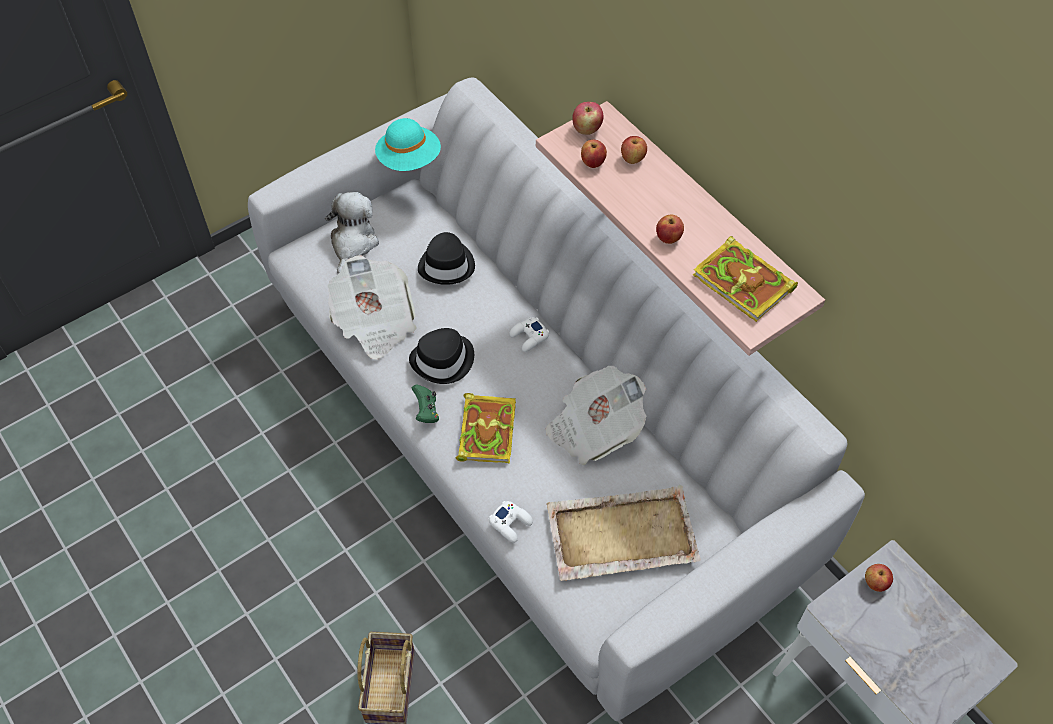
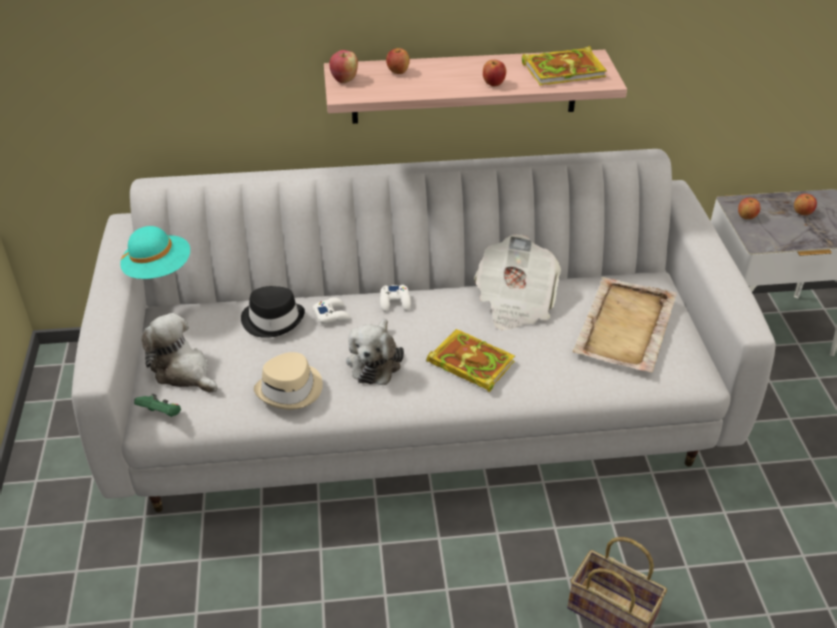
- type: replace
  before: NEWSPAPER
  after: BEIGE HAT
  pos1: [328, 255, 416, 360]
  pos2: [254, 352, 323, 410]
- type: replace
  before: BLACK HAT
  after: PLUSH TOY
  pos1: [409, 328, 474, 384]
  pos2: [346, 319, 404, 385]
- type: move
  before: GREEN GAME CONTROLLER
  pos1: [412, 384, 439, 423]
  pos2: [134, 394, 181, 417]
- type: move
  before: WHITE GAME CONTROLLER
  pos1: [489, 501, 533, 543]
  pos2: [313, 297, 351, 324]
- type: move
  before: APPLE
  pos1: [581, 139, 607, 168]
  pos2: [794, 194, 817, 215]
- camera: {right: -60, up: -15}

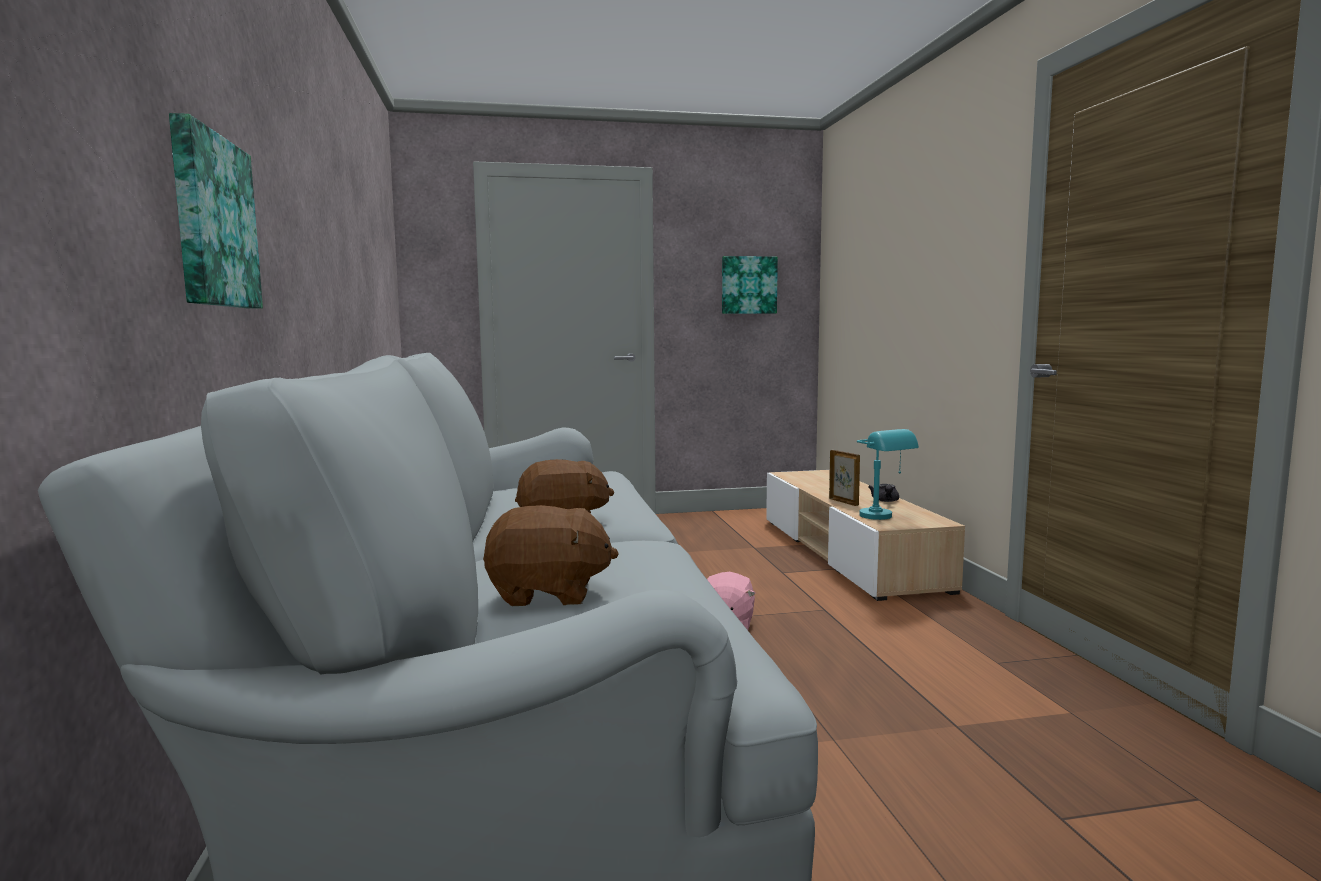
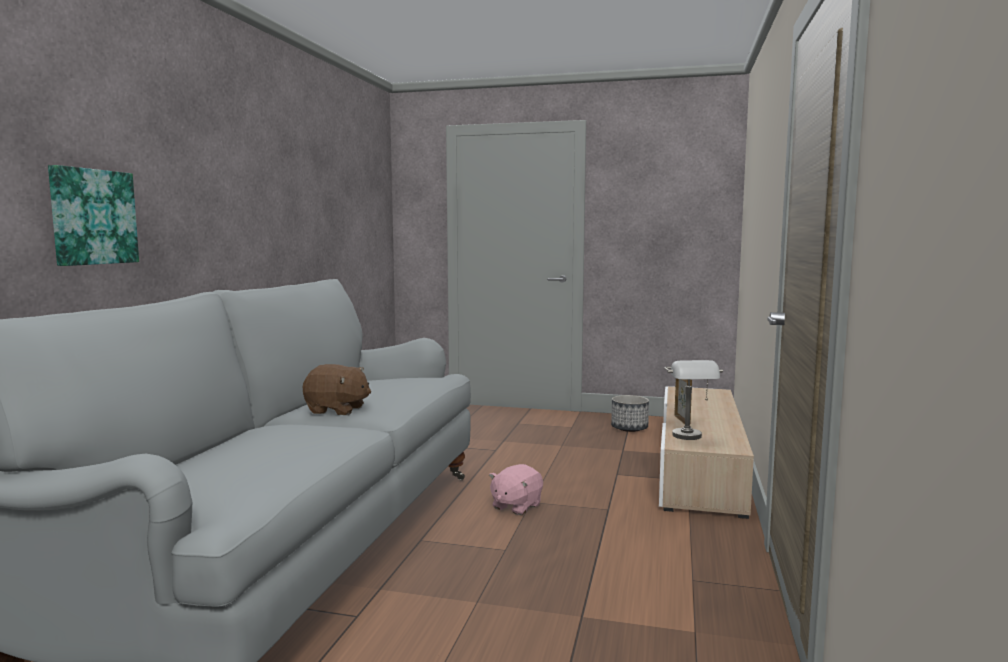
- type: delete
  before: BROWN PLUSH TOY
  pos1: [483, 505, 619, 606]
- type: delete
  before: PICTURE
  pos1: [722, 256, 778, 314]
- type: recolor
  before: TURQUOISE TABLE LAMP
  after: GREY TABLE LAMP
  pos1: [857, 429, 919, 520]
  pos2: [664, 360, 723, 440]
- type: delete
  before: GREY TEAPOT
  pos1: [868, 484, 899, 502]
- type: insert
  after: PLANTER
  pos2: [611, 395, 649, 432]
- camera: {right: 25, up: 0}

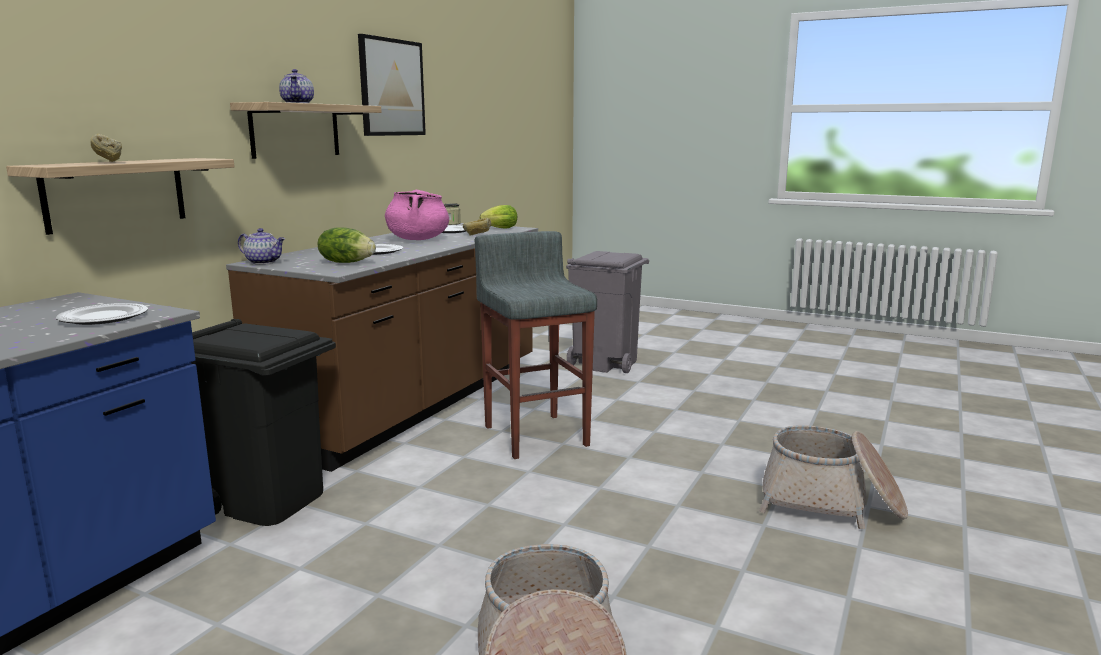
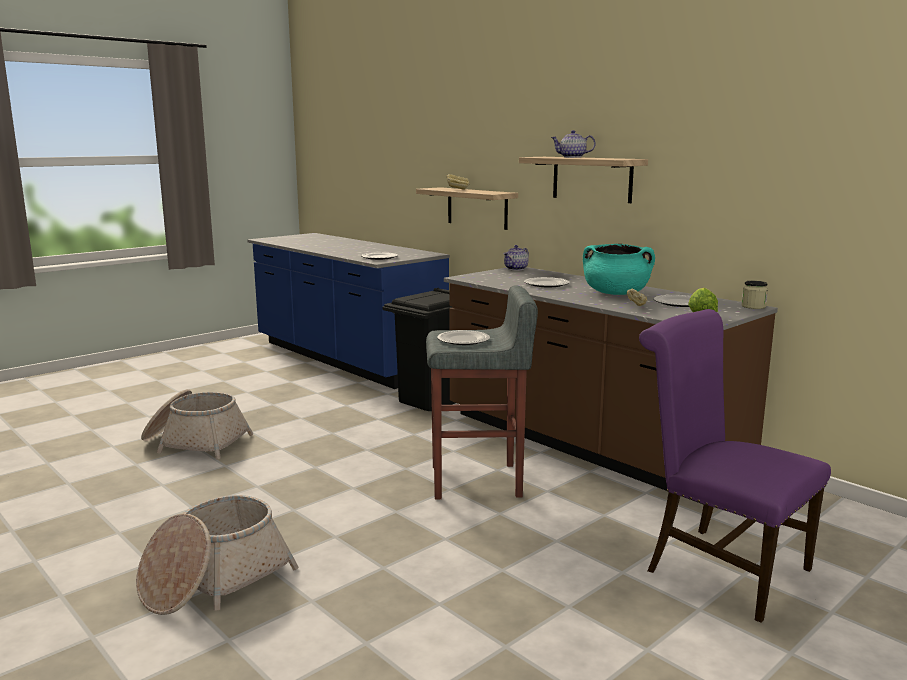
- type: delete
  before: LETTUCE
  pos1: [318, 227, 376, 263]
- type: delete
  before: PICTURE
  pos1: [358, 34, 426, 136]
- type: recolor
  before: PINK COOKING POT
  after: TURQUOISE COOKING POT
  pos1: [385, 190, 449, 240]
  pos2: [583, 244, 655, 295]
- type: replace
  before: GREY TRASH CAN
  after: PURPLE CHAIR
  pos1: [566, 251, 649, 373]
  pos2: [639, 309, 831, 623]
- type: insert
  after: PLATE
  pos2: [437, 330, 490, 345]
- camera: {right: 110, up: 0}

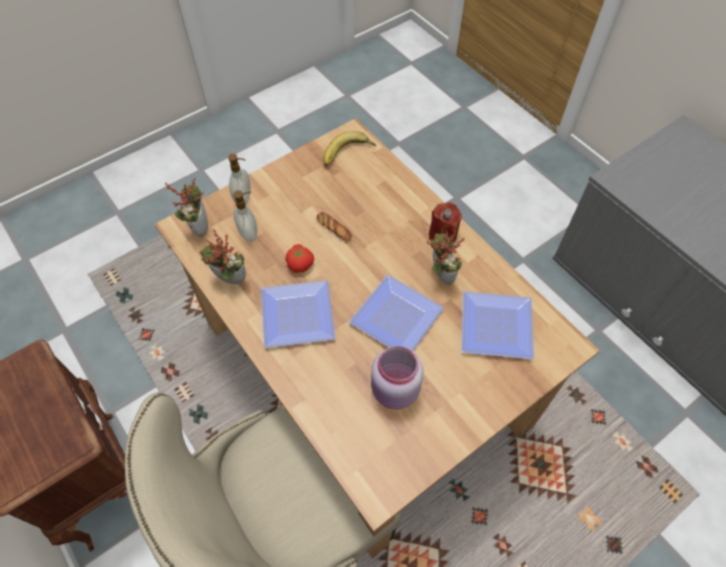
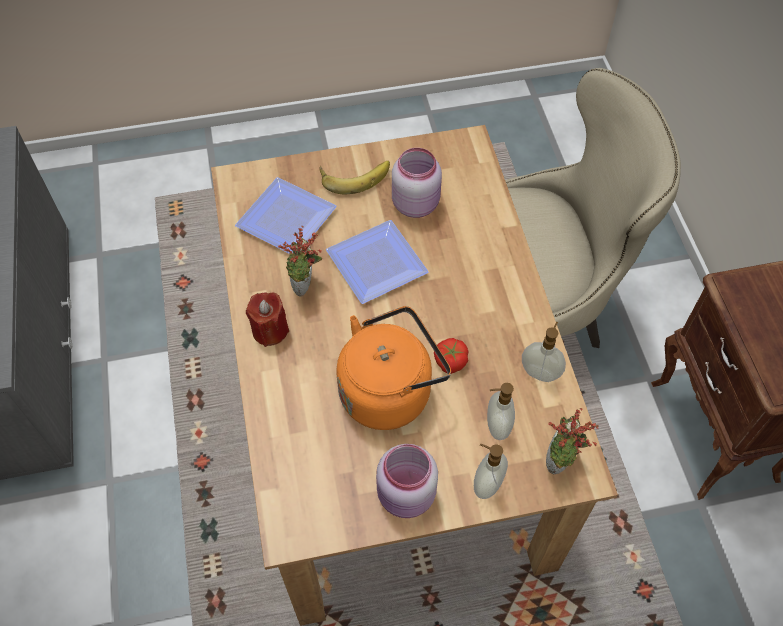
- type: replace
  before: POTTED PLANT
  after: SOAP DISPENSER
  pos1: [199, 229, 246, 284]
  pos2: [522, 322, 566, 382]
- type: delete
  before: PLATE
  pos1: [261, 280, 335, 348]
- type: replace
  before: BREAD
  after: ORANGE KETTLE
  pos1: [317, 212, 352, 241]
  pos2: [336, 306, 451, 430]
- type: move
  before: BANANA
  pos1: [323, 131, 376, 166]
  pos2: [319, 161, 390, 194]
- type: insert
  after: PINK JAR
  pos2: [376, 444, 438, 518]
- camera: {right: -155, up: 0}

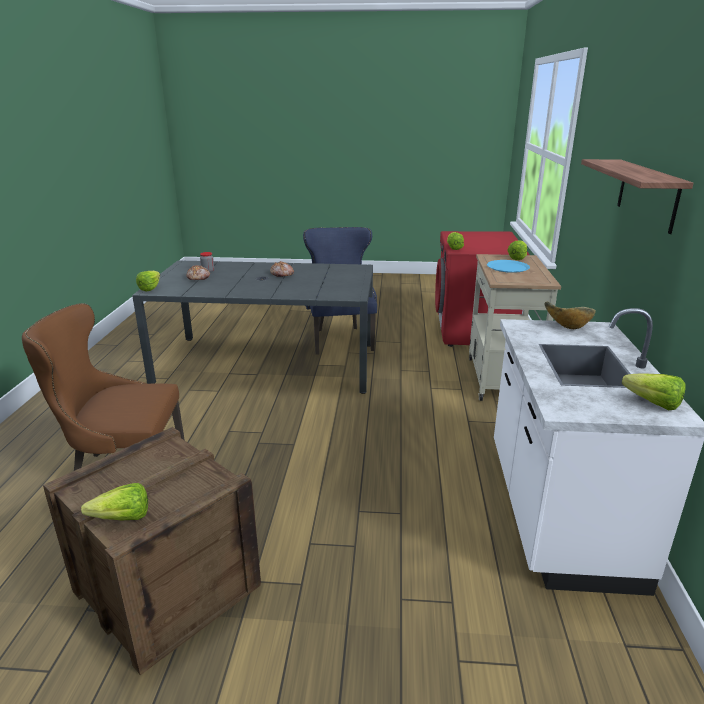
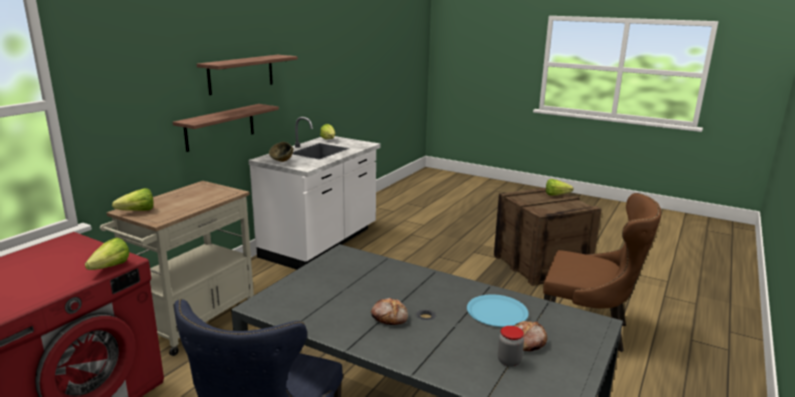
- type: delete
  before: LETTUCE
  pos1: [136, 271, 160, 292]
- type: move
  before: BLUE PLATE
  pos1: [487, 260, 530, 273]
  pos2: [467, 294, 529, 327]
- type: insert
  after: SHELF
  pos2: [173, 104, 279, 152]
- camera: {right: -155, up: -5}

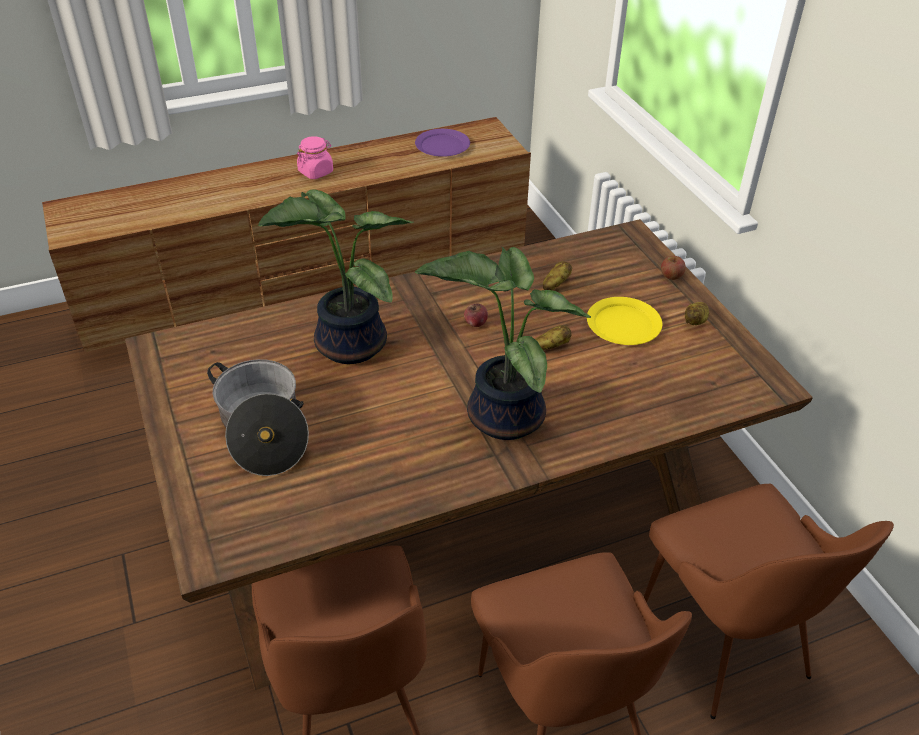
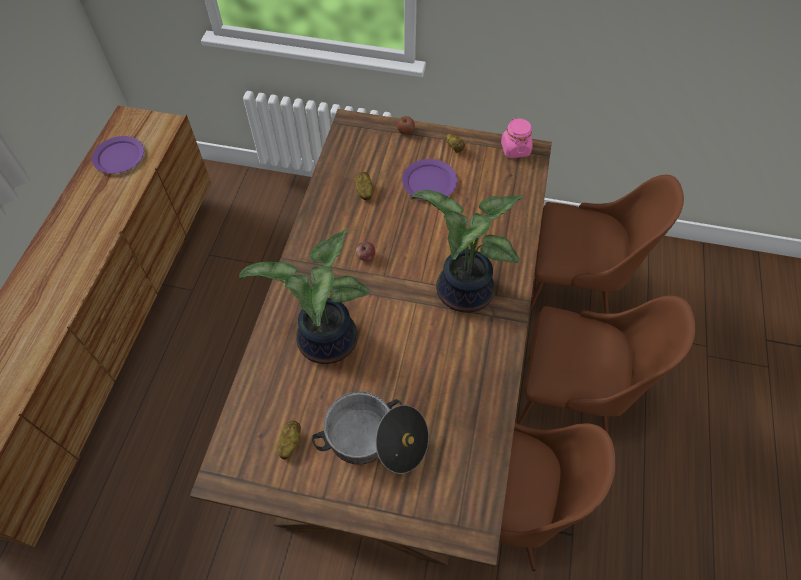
- type: move
  before: PINK JAR
  pos1: [297, 136, 333, 179]
  pos2: [501, 118, 533, 158]
- type: move
  before: POTATO
  pos1: [535, 325, 571, 350]
  pos2: [278, 421, 301, 460]
- type: recolor
  before: YELLOW PLATE
  after: PURPLE PLATE
  pos1: [587, 297, 662, 345]
  pos2: [402, 159, 458, 201]
- camera: {right: -55, up: 15}

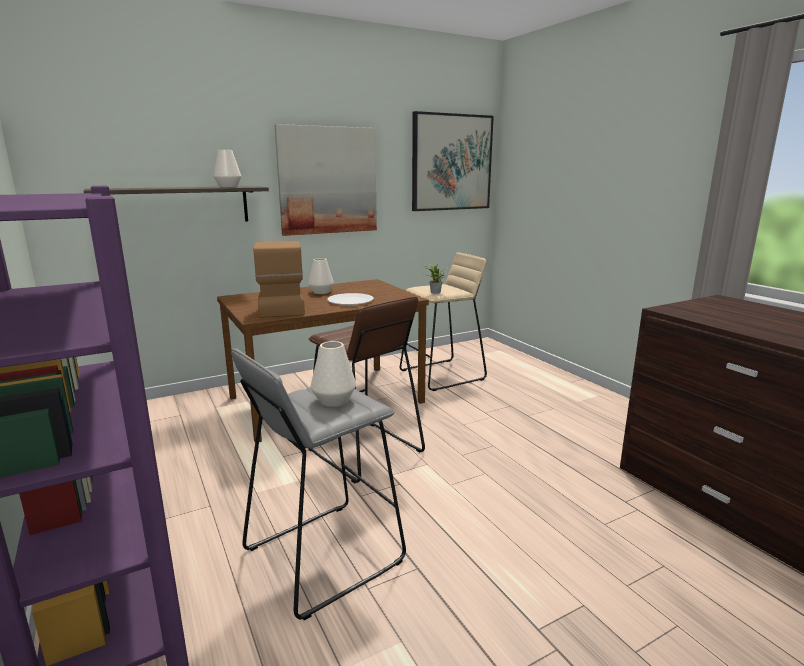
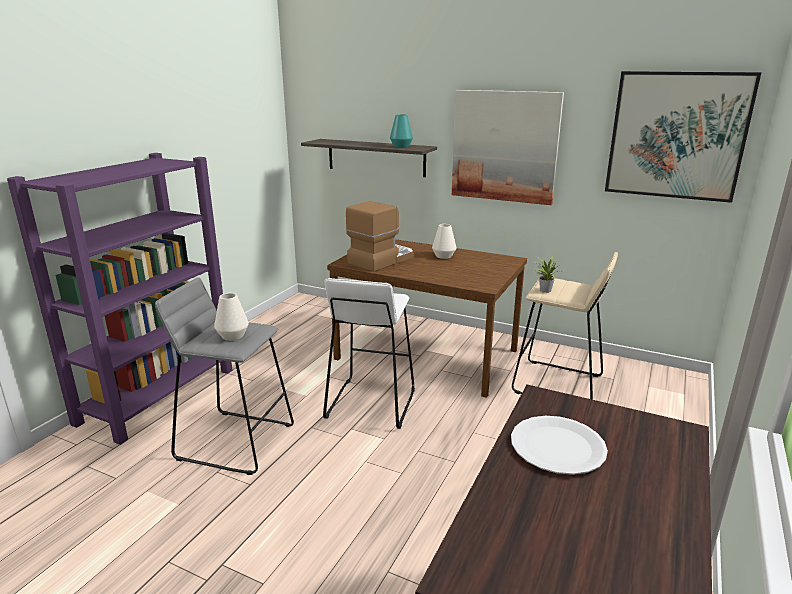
- type: recolor
  before: WHITE VASE
  after: TURQUOISE VASE
  pos1: [214, 150, 241, 187]
  pos2: [390, 114, 413, 148]
- type: recolor
  before: BROWN STOOL
  after: WHITE STOOL
  pos1: [308, 296, 425, 484]
  pos2: [323, 278, 415, 429]
- type: move
  before: WHITE PLATE
  pos1: [327, 293, 374, 305]
  pos2: [511, 416, 608, 475]
- camera: {right: 55, up: 5}

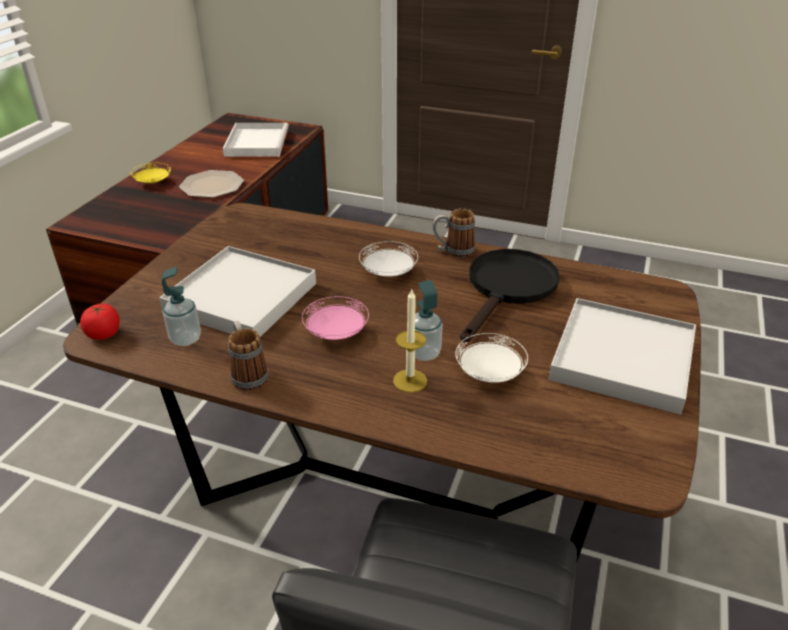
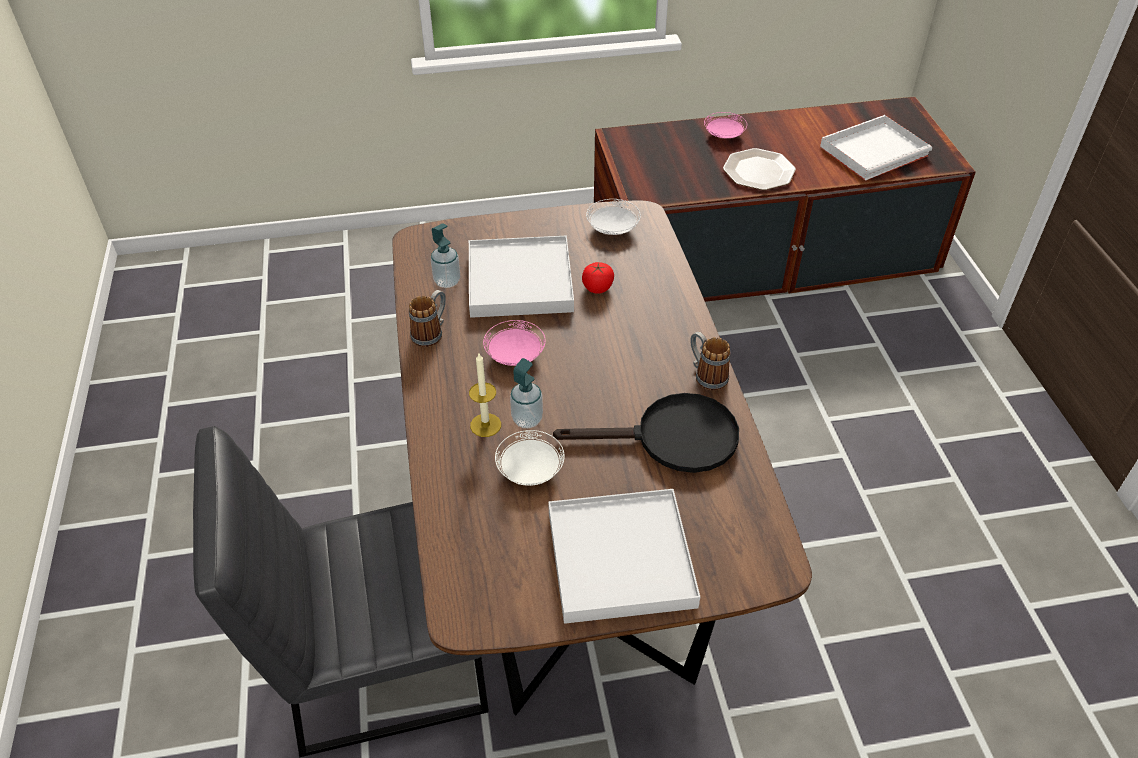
- type: move
  before: TOMATO
  pos1: [80, 303, 120, 340]
  pos2: [582, 262, 614, 294]
- type: recolor
  before: YELLOW PLATE
  after: PINK PLATE
  pos1: [130, 163, 171, 183]
  pos2: [704, 112, 747, 138]
- type: move
  before: WHITE PLATE
  pos1: [359, 241, 418, 276]
  pos2: [586, 199, 641, 235]
- camera: {right: 60, up: 10}

